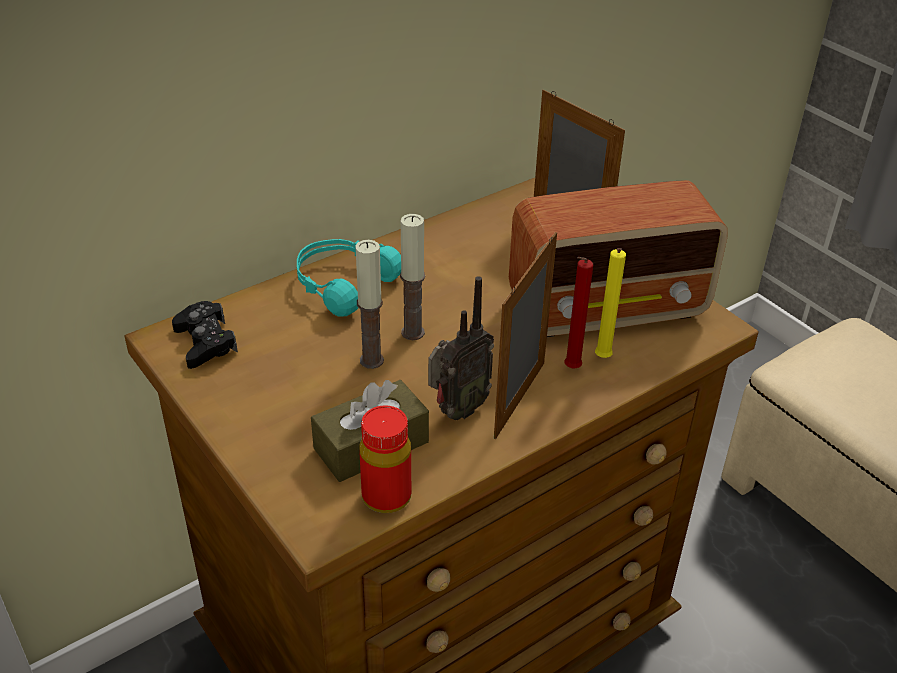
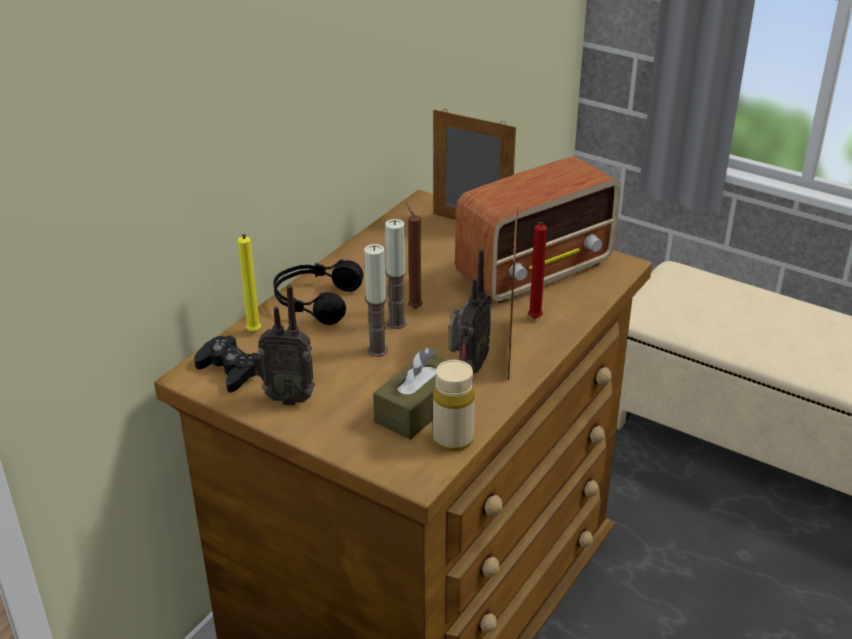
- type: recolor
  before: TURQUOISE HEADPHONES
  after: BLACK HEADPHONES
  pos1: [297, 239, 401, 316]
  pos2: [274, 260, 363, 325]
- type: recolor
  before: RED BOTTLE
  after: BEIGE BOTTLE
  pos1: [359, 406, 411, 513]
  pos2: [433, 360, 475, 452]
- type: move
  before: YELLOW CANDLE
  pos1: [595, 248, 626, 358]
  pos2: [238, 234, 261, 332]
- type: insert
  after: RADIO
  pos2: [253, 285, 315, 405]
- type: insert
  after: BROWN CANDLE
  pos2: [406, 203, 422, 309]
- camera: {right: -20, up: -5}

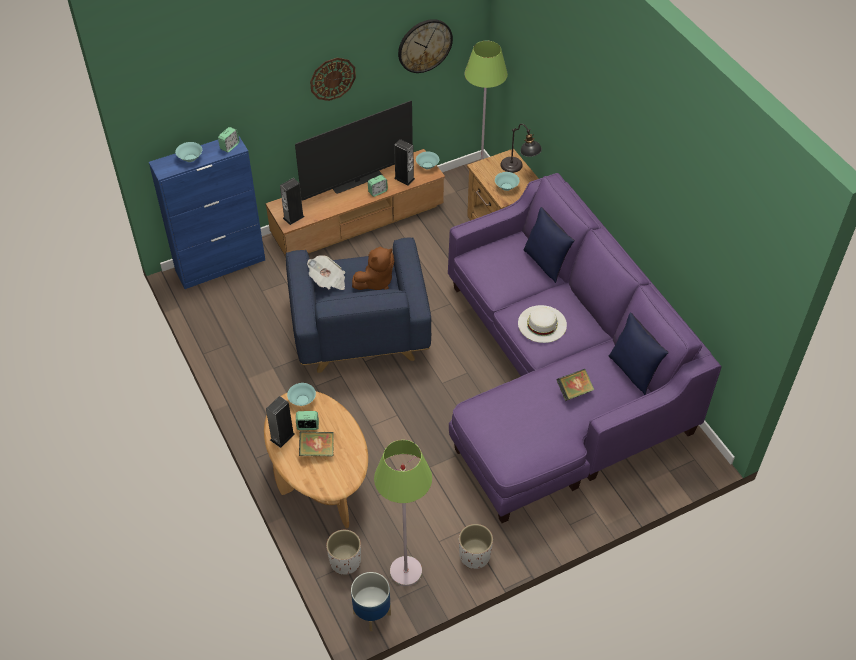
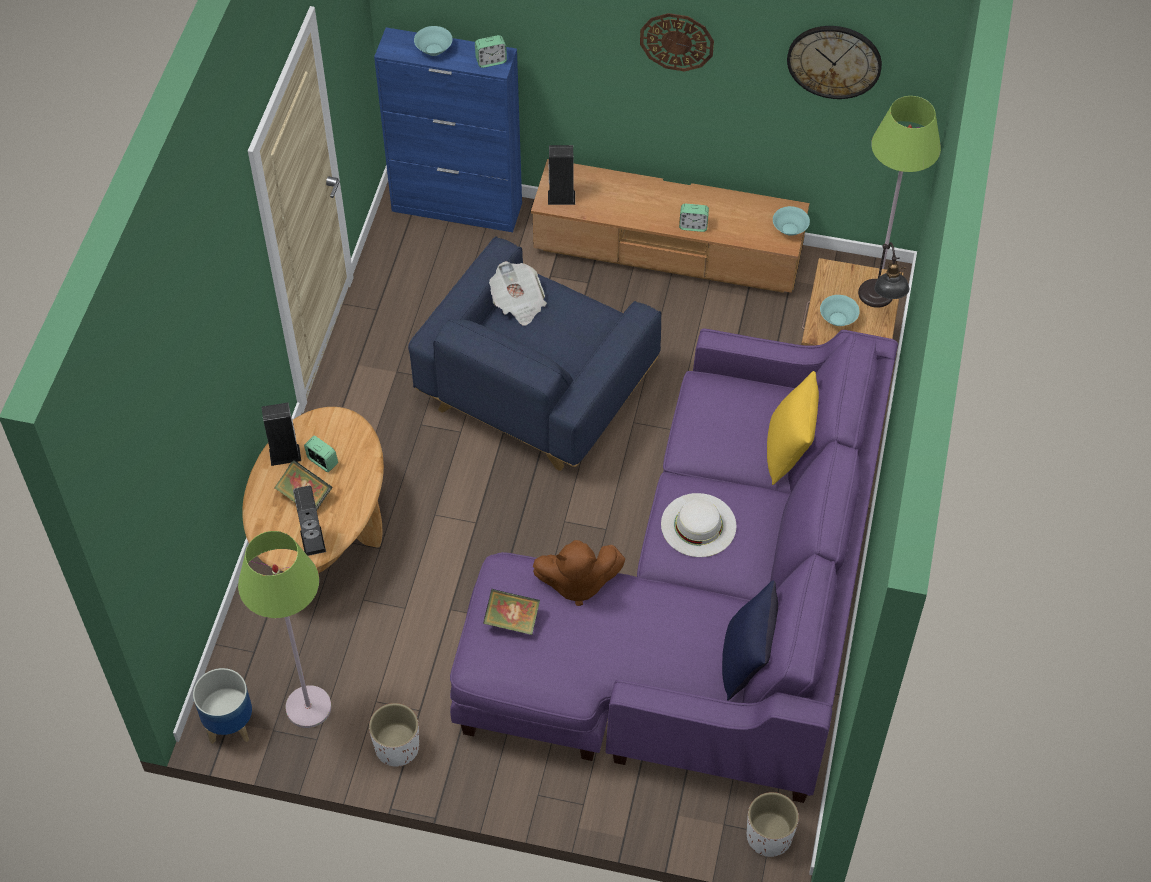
- type: delete
  before: TURQUOISE BOWL
  pos1: [287, 383, 316, 406]
- type: delete
  before: TELEVISION
  pos1: [295, 100, 413, 201]
- type: move
  before: WHITE PLANTER
  pos1: [326, 530, 361, 575]
  pos2: [747, 792, 799, 857]
- type: move
  before: BROWN PLUSH TOY
  pos1: [352, 247, 394, 290]
  pos2: [533, 540, 625, 606]
- type: move
  before: SPEAKER
  pos1: [394, 139, 415, 185]
  pos2: [293, 486, 326, 556]
- type: recolor
  before: BLUE PILLOW
  after: YELLOW PILLOW
  pos1: [523, 207, 575, 283]
  pos2: [767, 371, 819, 485]
- type: move
  before: BOOK
  pos1: [556, 369, 595, 401]
  pos2: [483, 589, 540, 635]
- camera: {right: 40, up: 5}

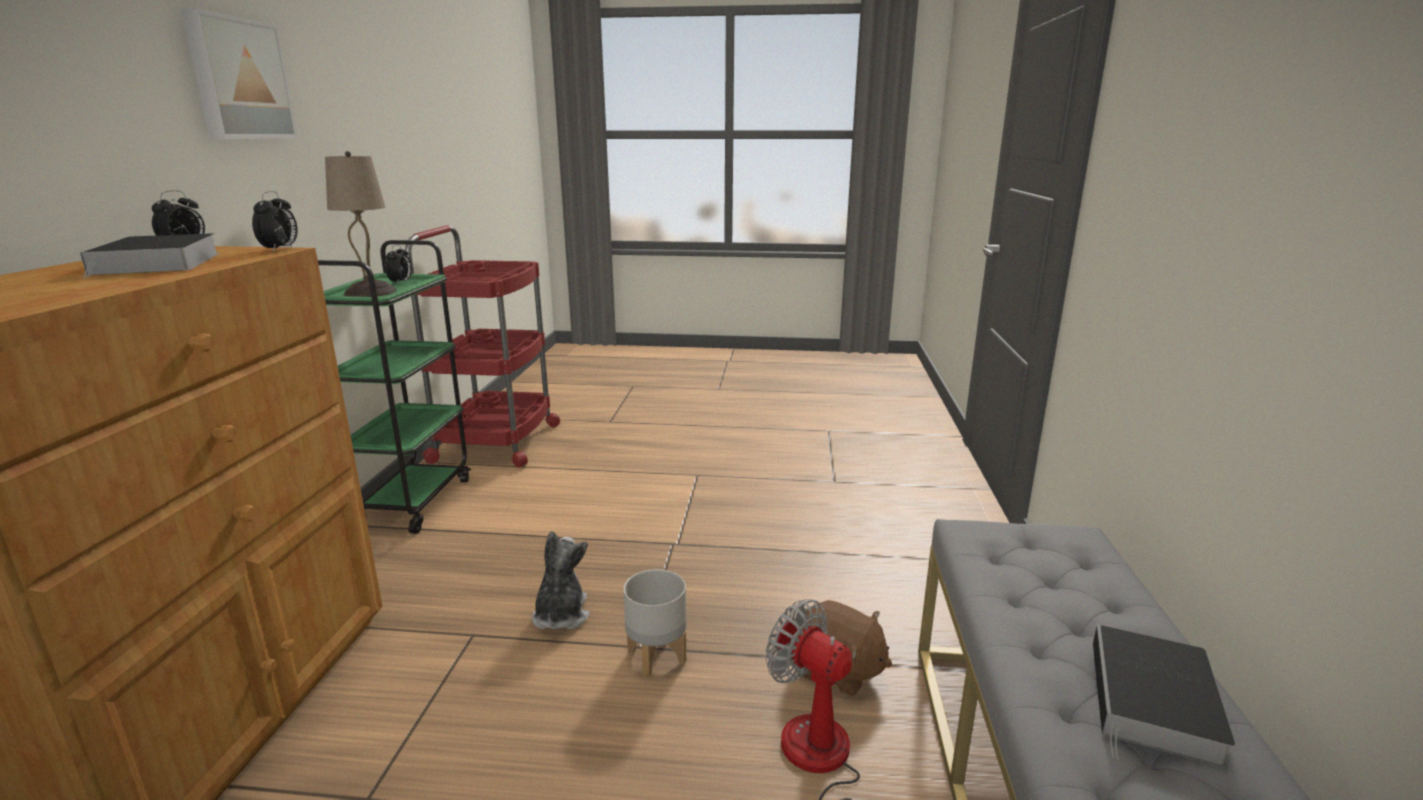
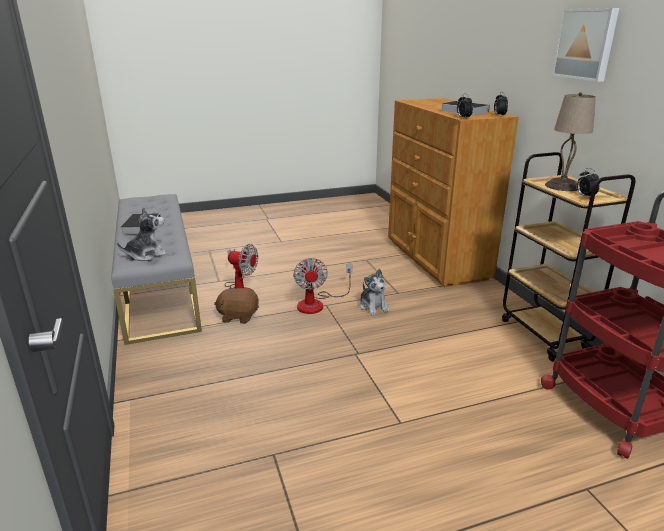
- type: recolor
  before: GREEN CART
  after: BROWN CART
  pos1: [318, 240, 471, 534]
  pos2: [502, 152, 635, 362]
- type: replace
  before: GREY PLANTER
  after: FAN
  pos1: [623, 569, 686, 677]
  pos2: [293, 258, 352, 314]
- type: insert
  after: PLUSH TOY
  pos2: [117, 207, 167, 261]
- camera: {right: 155, up: 5}

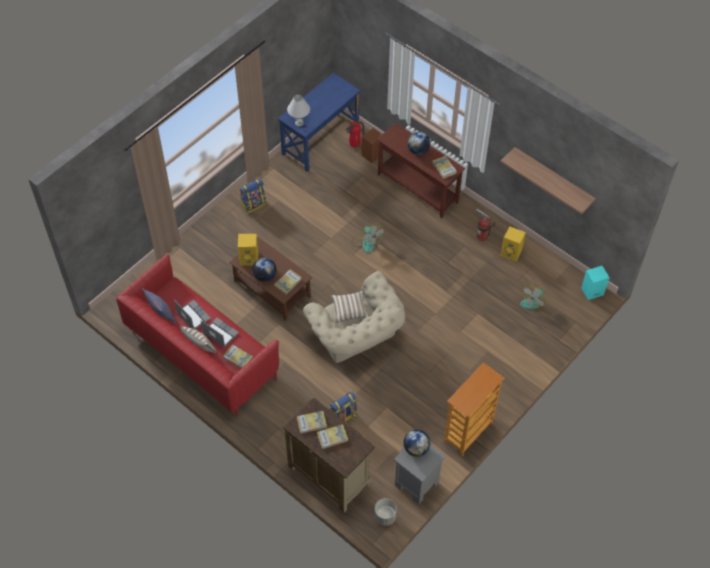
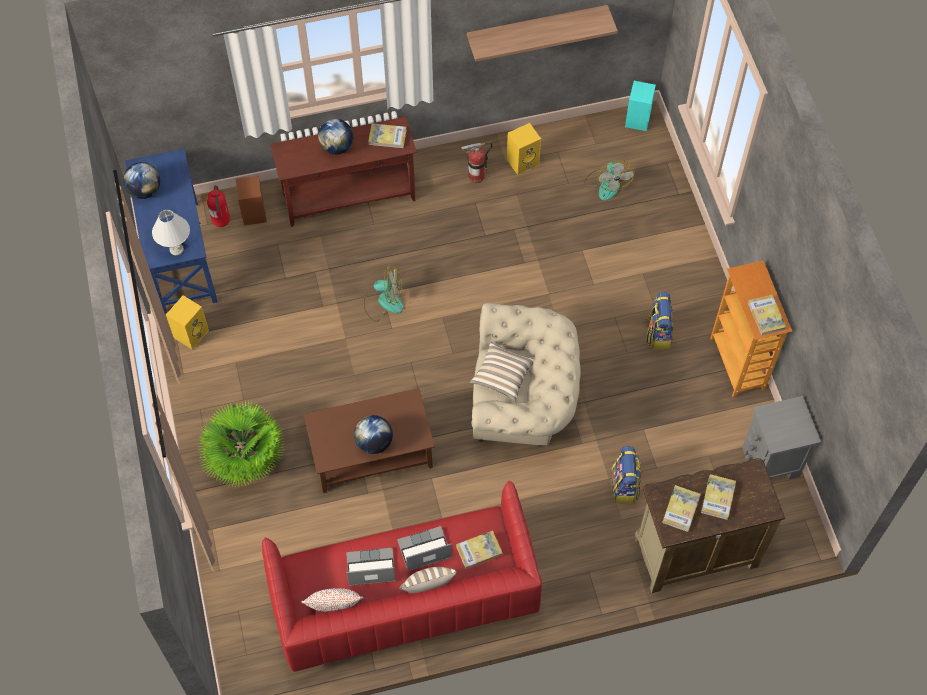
- type: recolor
  before: BLUE PILLOW
  after: WHITE PILLOW
  pos1: [142, 288, 176, 323]
  pos2: [301, 588, 363, 611]
- type: move
  before: YELLOW SPEAKER
  pos1: [238, 234, 258, 265]
  pos2: [166, 295, 209, 350]
- type: move
  before: BACKPACK
  pos1: [240, 178, 266, 214]
  pos2: [645, 292, 674, 350]
- type: move
  before: BOOK
  pos1: [274, 269, 302, 294]
  pos2: [748, 295, 786, 335]
- type: delete
  before: GREY PLANTER
  pos1: [374, 498, 397, 526]
- type: move
  before: GLOBE
  pos1: [403, 429, 430, 457]
  pos2: [123, 162, 160, 199]
- type: insert
  after: POTTED PLANT
  pos2: [197, 401, 285, 488]
- camera: {right: -55, up: 5}

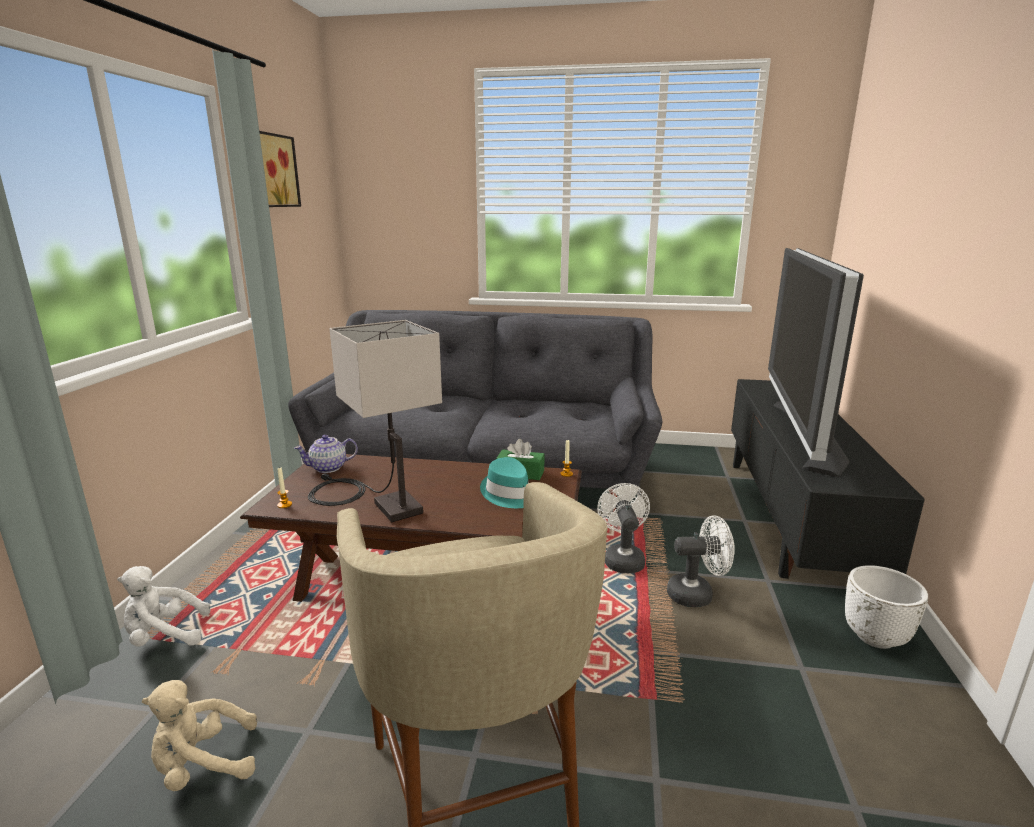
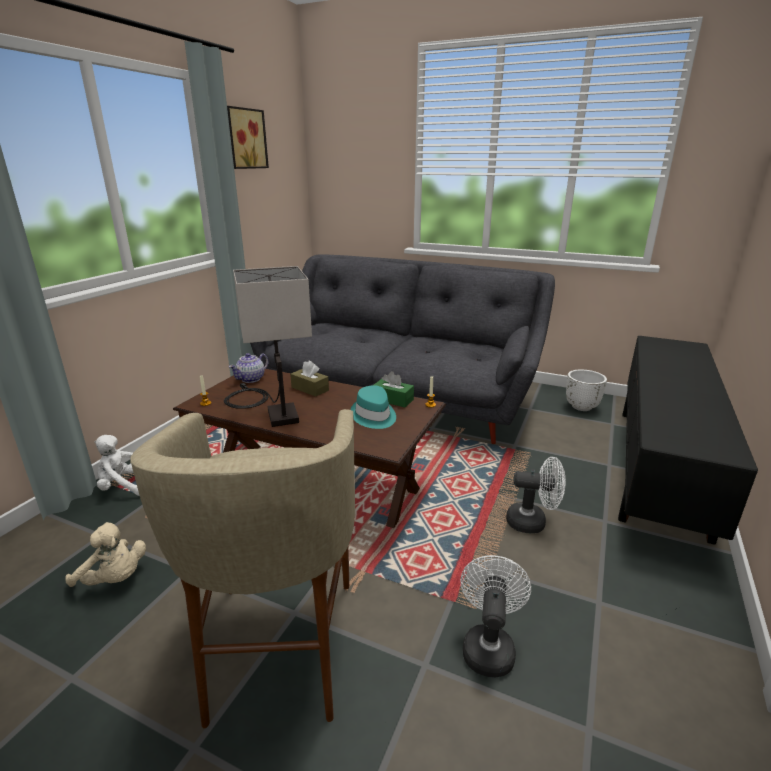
- type: rotate
  before: BEIGE PLUSH TOY
  pos1: [142, 680, 257, 791]
  pos2: [65, 522, 146, 587]
  turn: -150
- type: rotate
  before: TEAPOT
  pos1: [294, 435, 358, 473]
  pos2: [229, 353, 269, 383]
  turn: -45
- type: move
  before: WHITE FAN
  pos1: [597, 483, 650, 573]
  pos2: [460, 555, 531, 677]
- type: delete
  before: TELEVISION
  pos1: [768, 248, 864, 477]
- type: move
  before: WHITE PLANTER
  pos1: [845, 565, 928, 649]
  pos2: [566, 370, 607, 411]
- type: insert
  after: BROWN TISSUE BOX
  pos2: [290, 361, 329, 397]
- camera: {right: 15, up: 5}

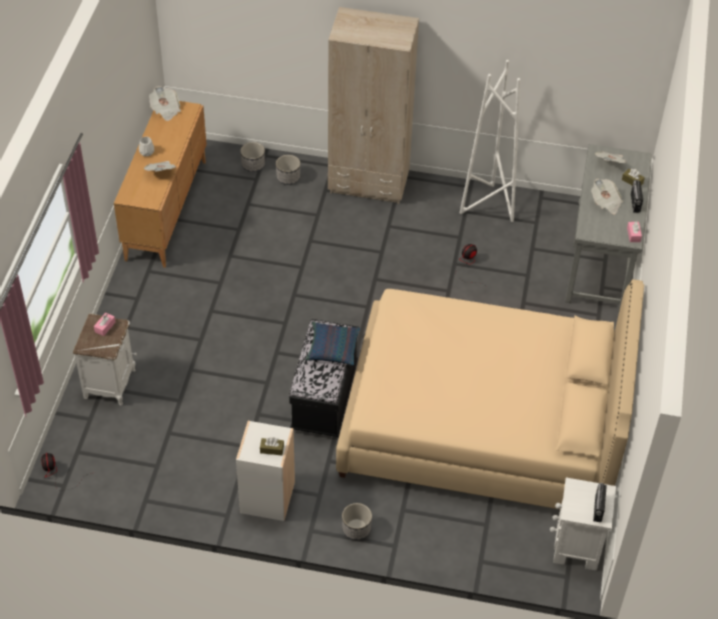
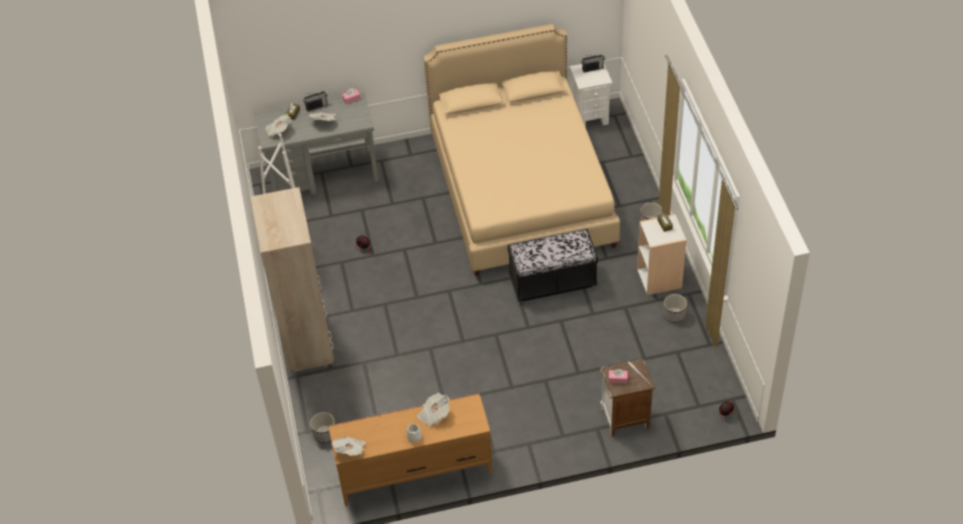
- type: move
  before: PLANTER
  pos1: [276, 155, 300, 185]
  pos2: [663, 294, 687, 323]
- type: delete
  before: BLUE PILLOW
  pos1: [306, 322, 361, 366]
- camera: {right: -110, up: 0}

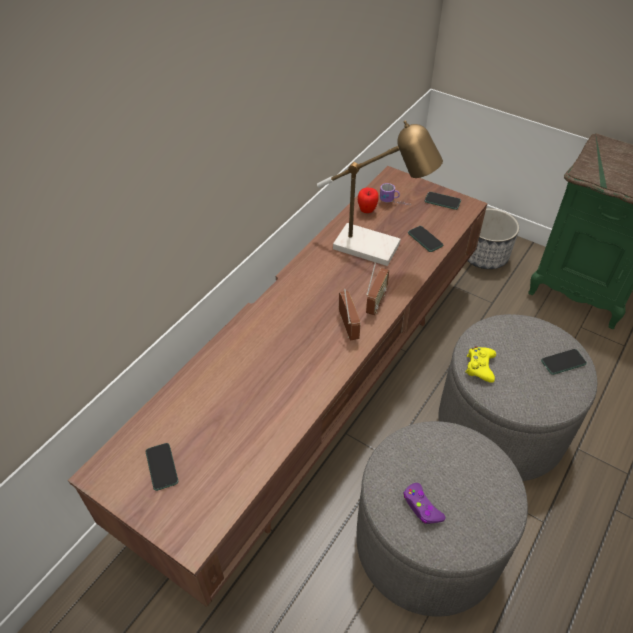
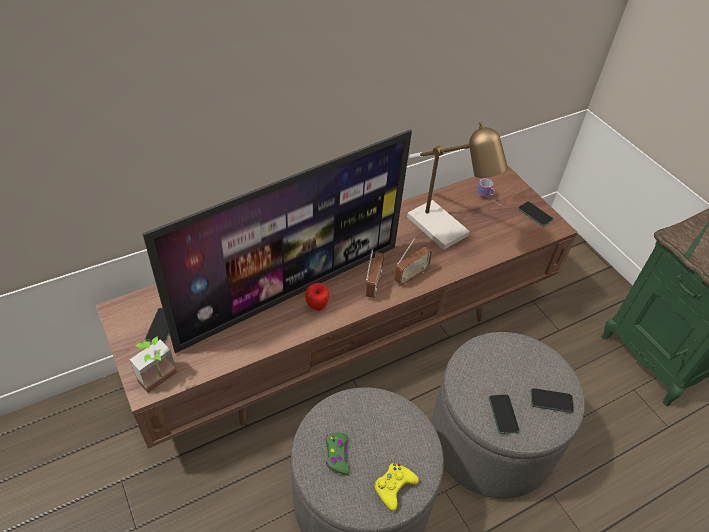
- type: move
  before: APPLE
  pos1: [358, 188, 379, 213]
  pos2: [305, 283, 329, 311]
- type: recolor
  before: PURPLE GAME CONTROLLER
  after: GREEN GAME CONTROLLER
  pos1: [403, 483, 446, 524]
  pos2: [326, 433, 350, 475]
- type: move
  before: PHONE
  pos1: [408, 226, 443, 252]
  pos2: [489, 394, 519, 434]
- type: move
  before: YELLOW GAME CONTROLLER
  pos1: [465, 347, 496, 383]
  pos2: [374, 463, 419, 511]
- type: delete
  before: PLANTER
  pos1: [468, 208, 519, 269]
- type: insert
  after: POTTED PLANT
  pos2: [130, 336, 177, 393]
- type: insert
  after: TELEVISION
  pos2: [142, 129, 412, 353]
- camera: {right: 25, up: 0}

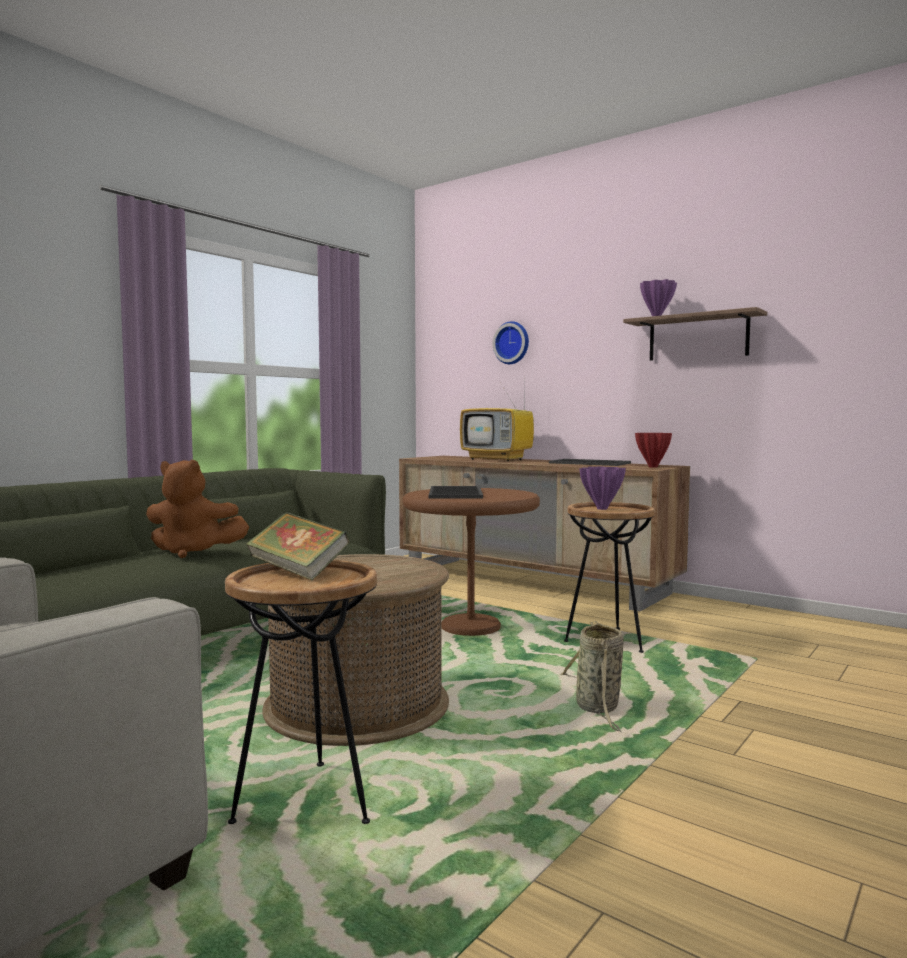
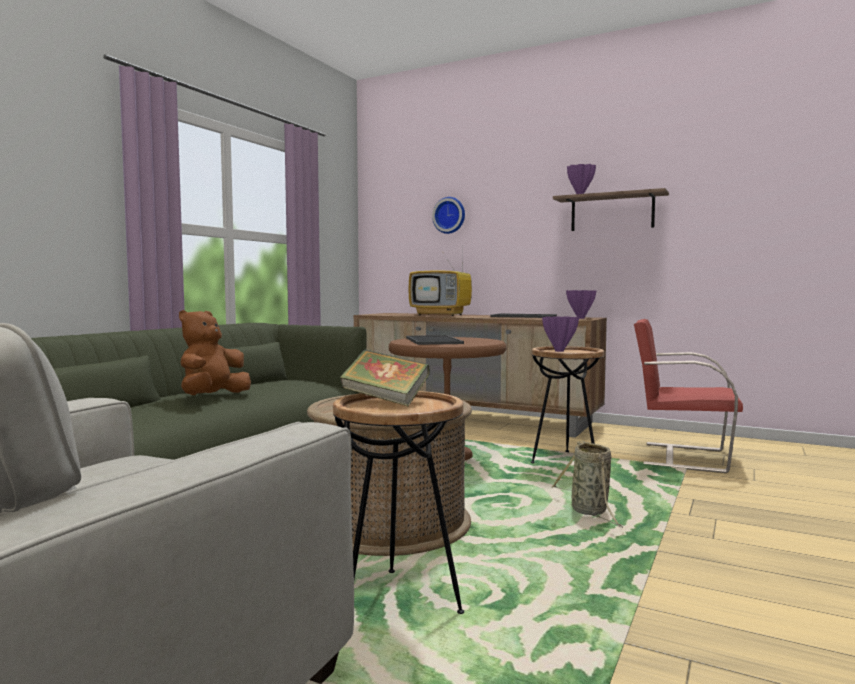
- type: rotate
  before: BROWN PLUSH TOY
  pos1: [146, 460, 249, 558]
  pos2: [179, 310, 251, 395]
  turn: 120
- type: recolor
  before: RED VASE
  after: PURPLE VASE
  pos1: [635, 433, 672, 468]
  pos2: [566, 290, 597, 319]
- type: insert
  after: RED CHAIR
  pos2: [634, 319, 743, 473]
- camera: {right: -10, up: 0}

